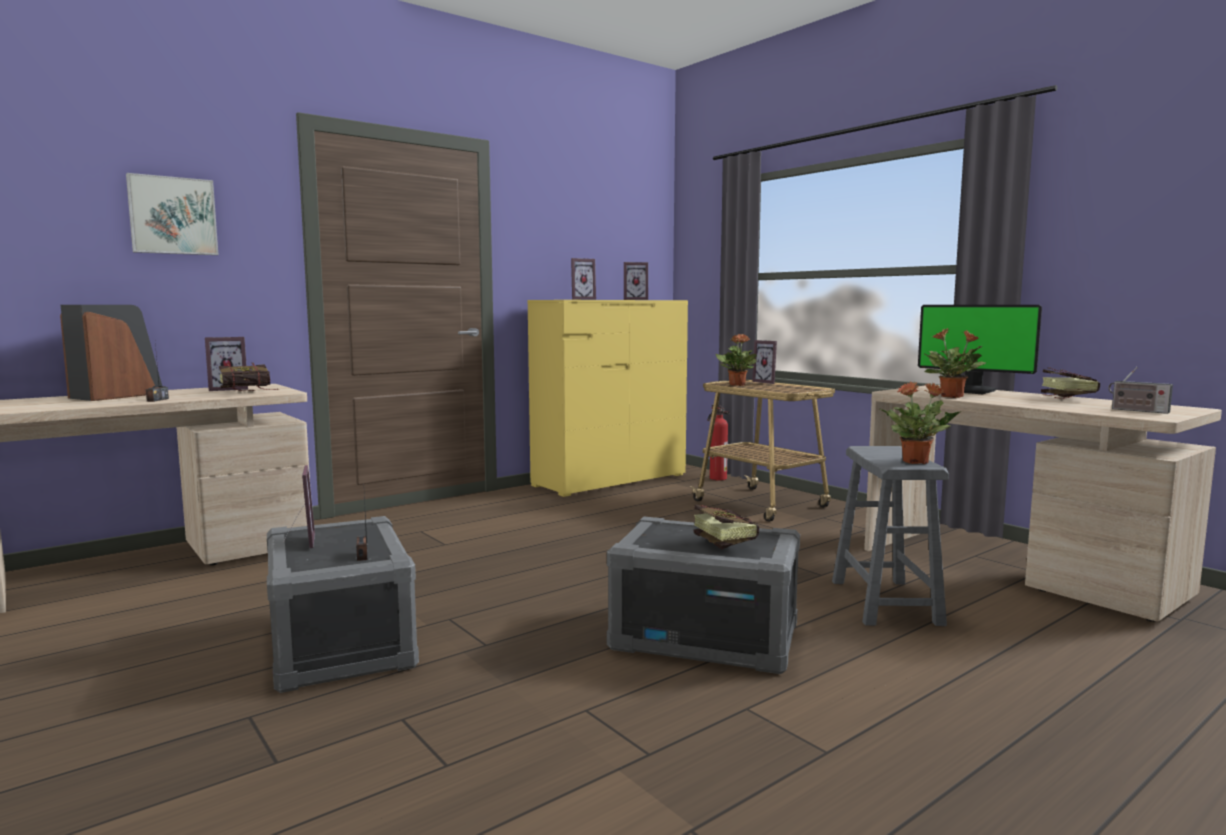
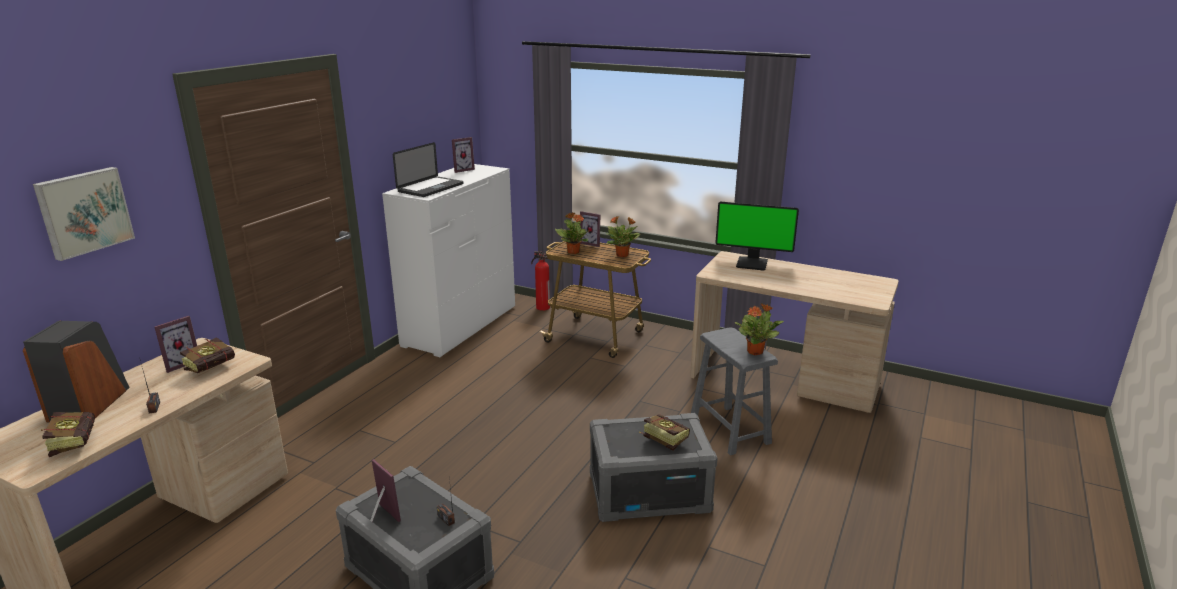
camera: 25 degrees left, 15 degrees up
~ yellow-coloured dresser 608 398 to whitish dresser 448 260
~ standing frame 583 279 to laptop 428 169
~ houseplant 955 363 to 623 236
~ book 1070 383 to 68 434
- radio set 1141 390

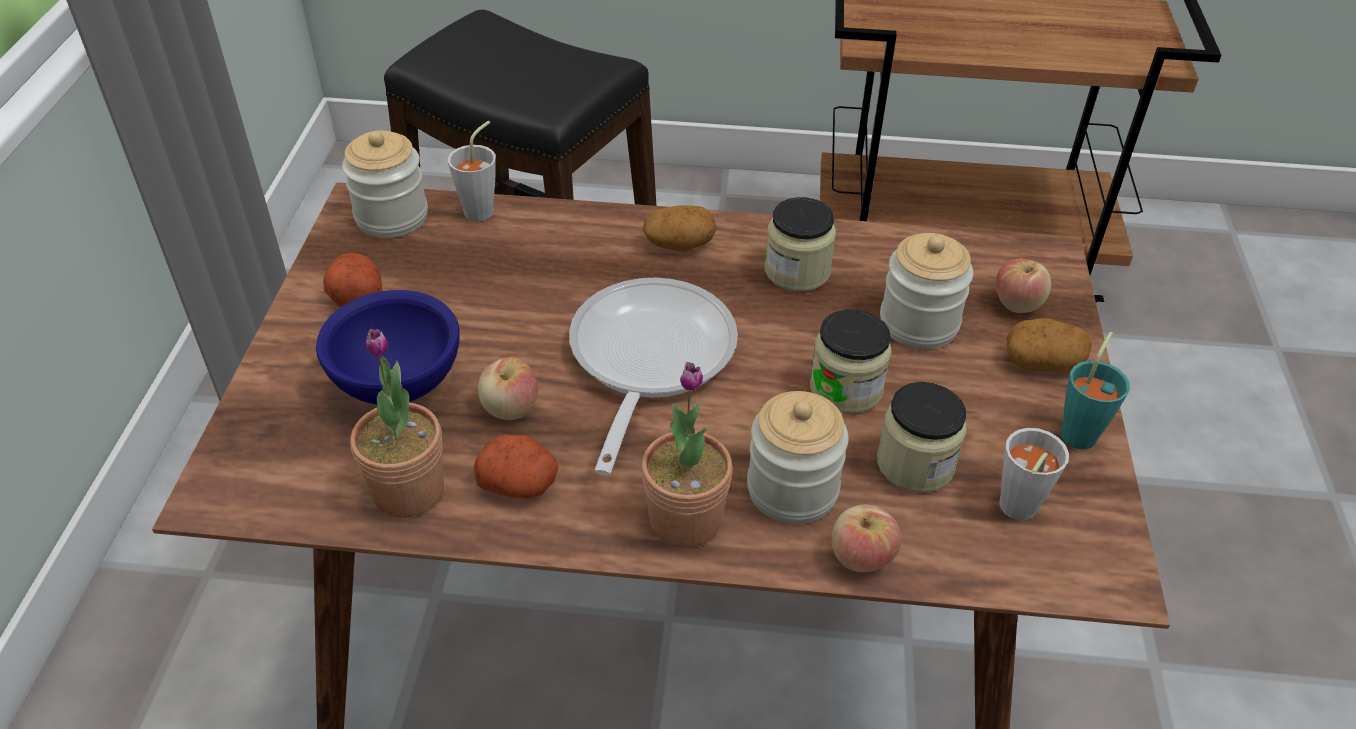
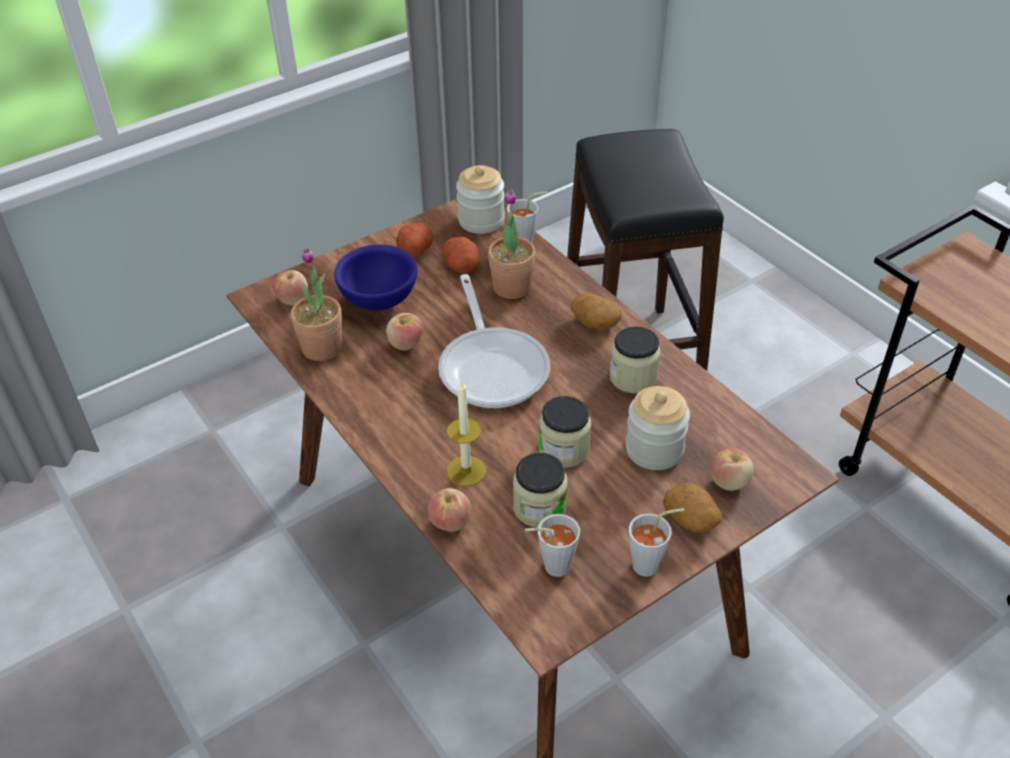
camera: 50 degrees right, 0 degrees up
~ whole potato 516 466 to 461 255
~ skillet 653 376 = 494 341 105 degrees clockwise
~ houseplant 687 455 to 512 244
~ jar 798 457 to wax light 466 433
~ turquoise-coloured small cup 1095 390 to grey small cup 656 542
+ apple 290 287

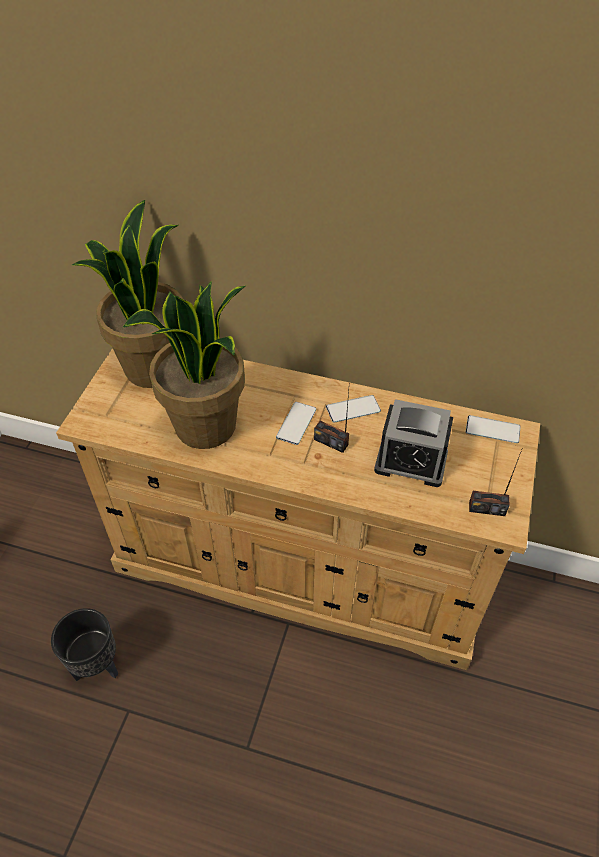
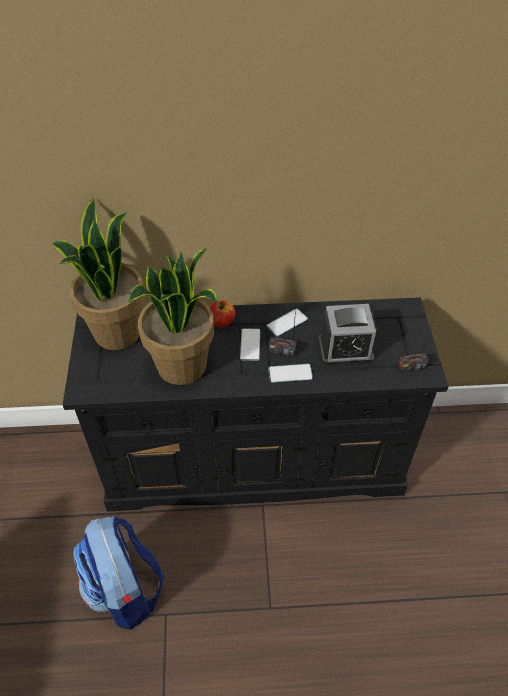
camera: 20 degrees left, 0 degrees up
~ black flower pot 84 644 to rucksack 119 573
~ sand-coloured dresser 298 509 to black dresser 256 404
~ handset 493 429 to 290 373
+ apple 222 314

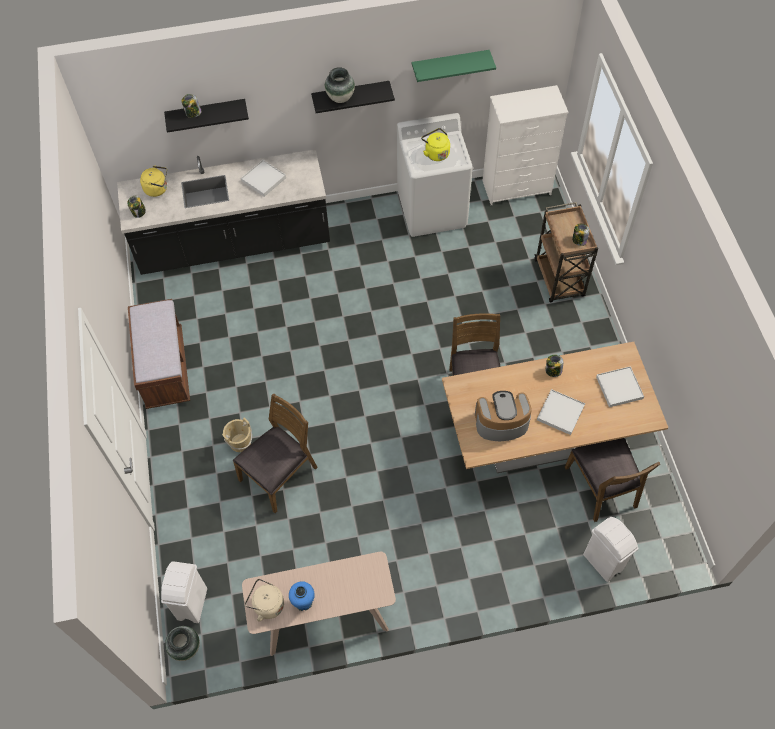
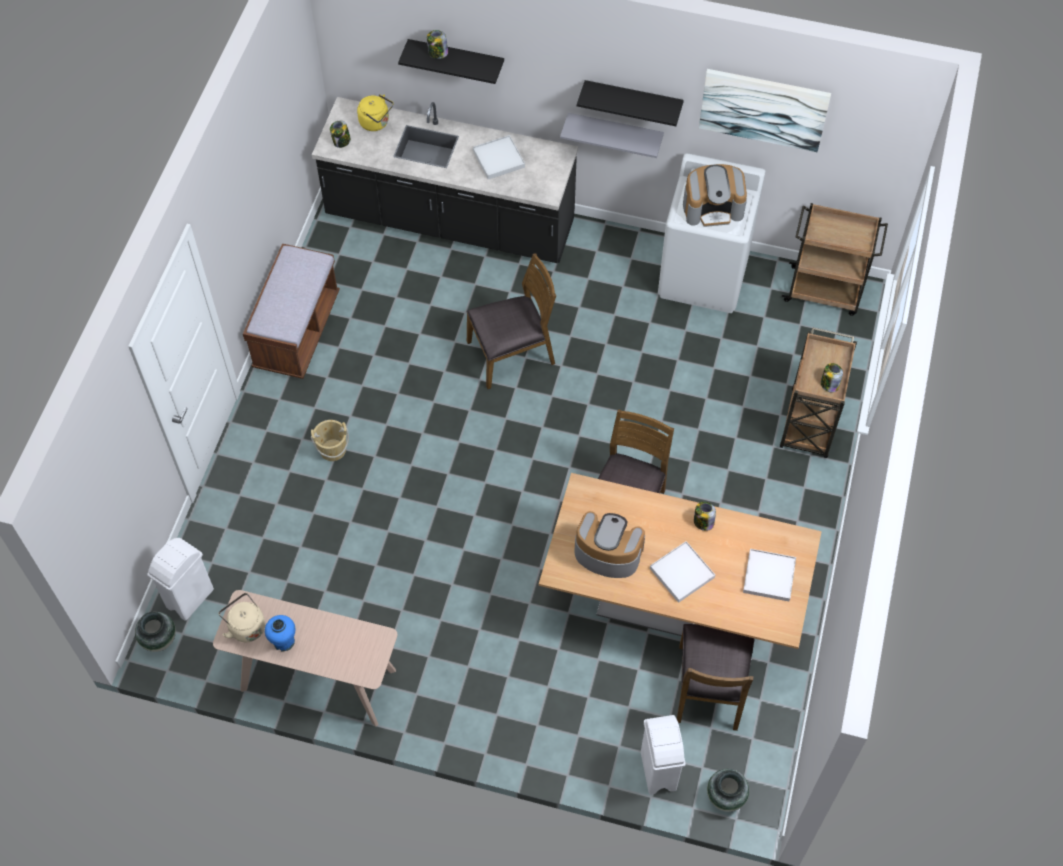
camera: 25 degrees right, 0 degrees up
~ brownish chair 275 453 to 511 321
~ vase 340 85 to 728 790
~ greenish wall shelf 454 66 to wall art 765 110
~ yellow-coloured kettle 435 144 to coffee maker 715 195
~ whitish dresser 525 145 to brownish wheeled cart 835 259
+ grey wall shelf 612 135

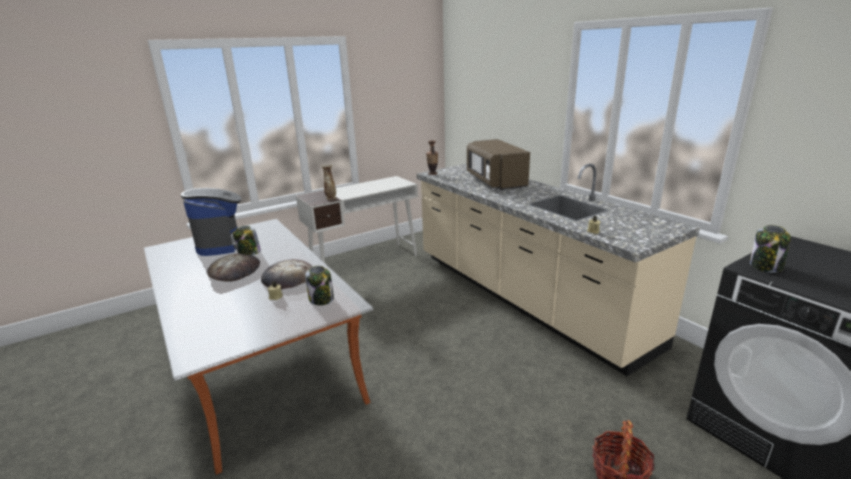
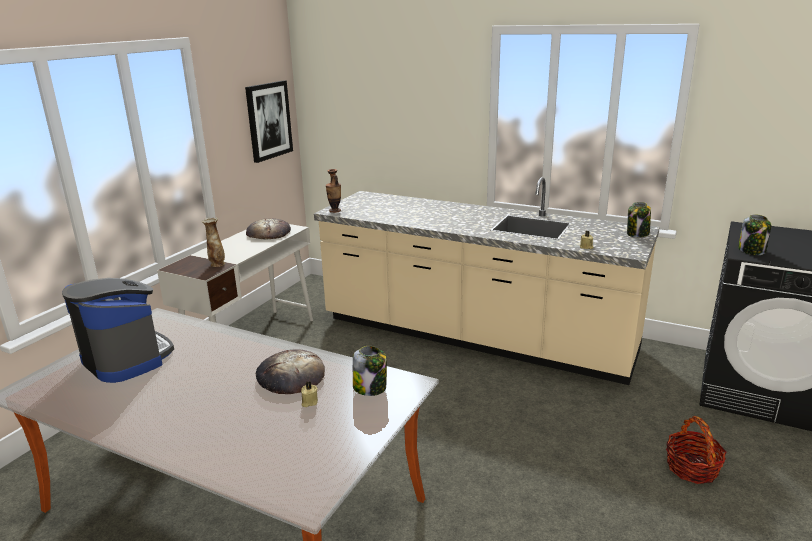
camera: 30 degrees left, 0 degrees up
~ baked bread 233 267 to 268 229
~ jar 247 241 to 639 220
- brownish kitchen microwave 498 164
+ wall art 269 122

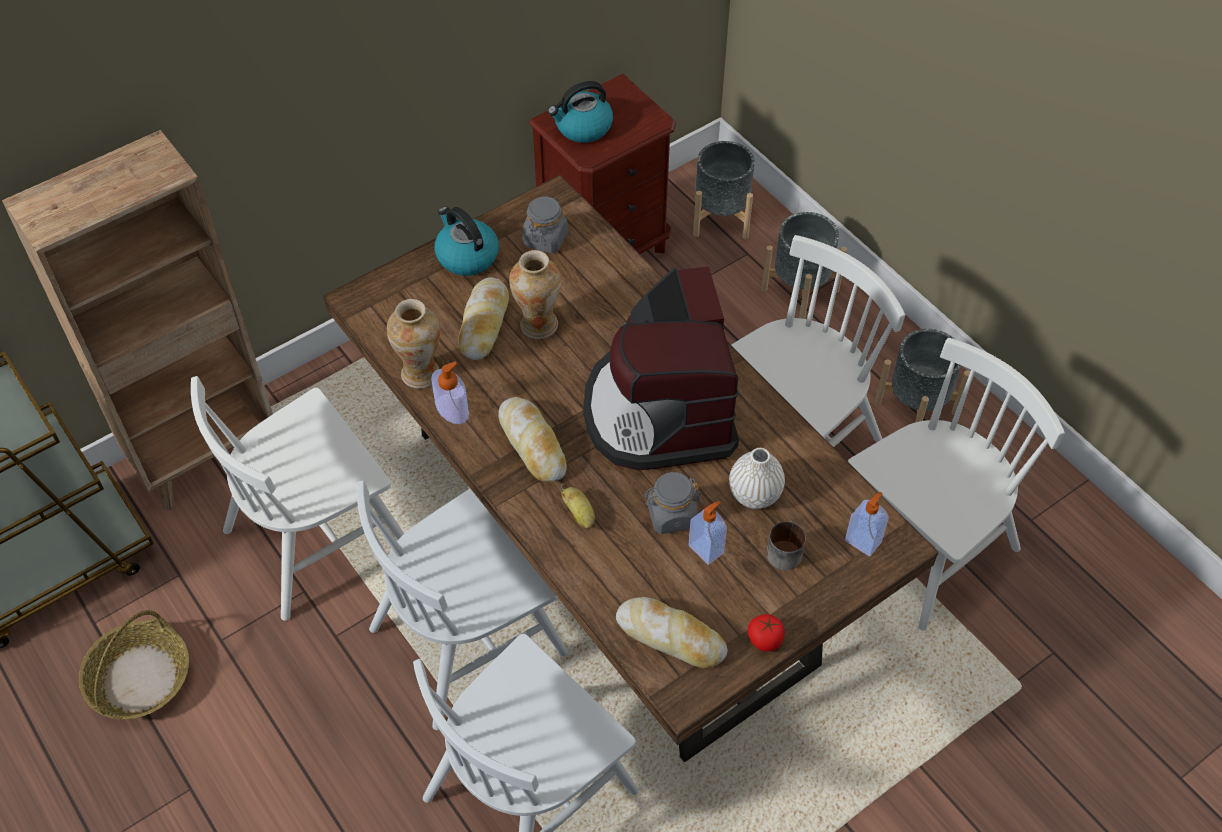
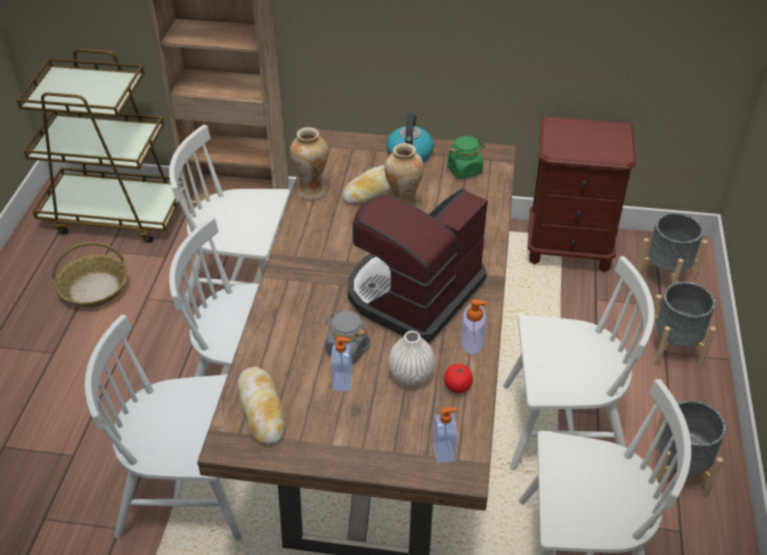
camera: 45 degrees right, 10 degrees down
~ soap bottle 450 392 to 473 327
- baked bread 532 439
~ grey jar 545 224 to greenish jar 466 157
- kettle 580 112
- whole banana 577 506
~ tomato 766 633 to 458 378
- mug 786 544

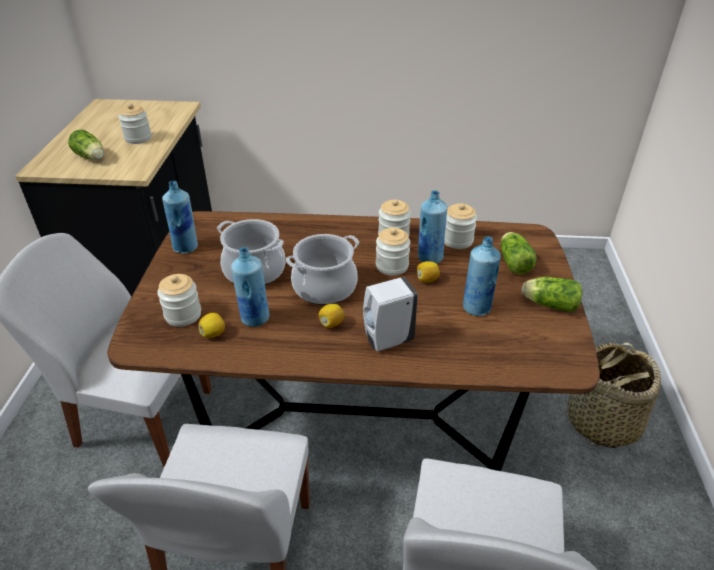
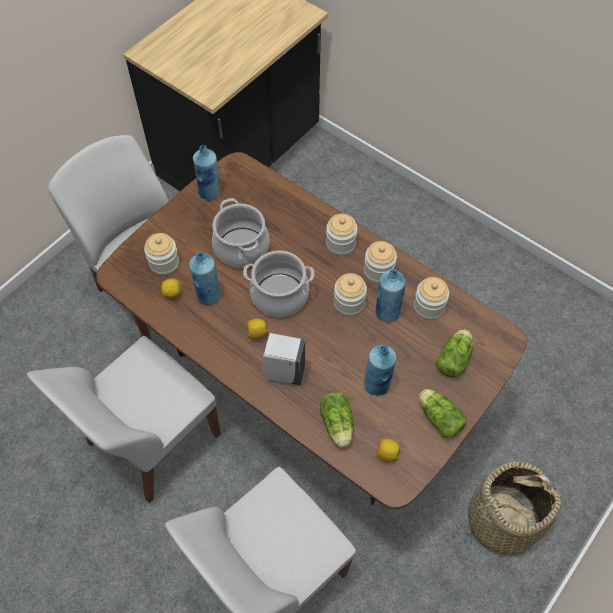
camera: 35 degrees right, 20 degrees up
~ head of lettuce 86 144 to 337 420
~ jar 135 123 to 341 235
~ lemon 428 272 to 388 450

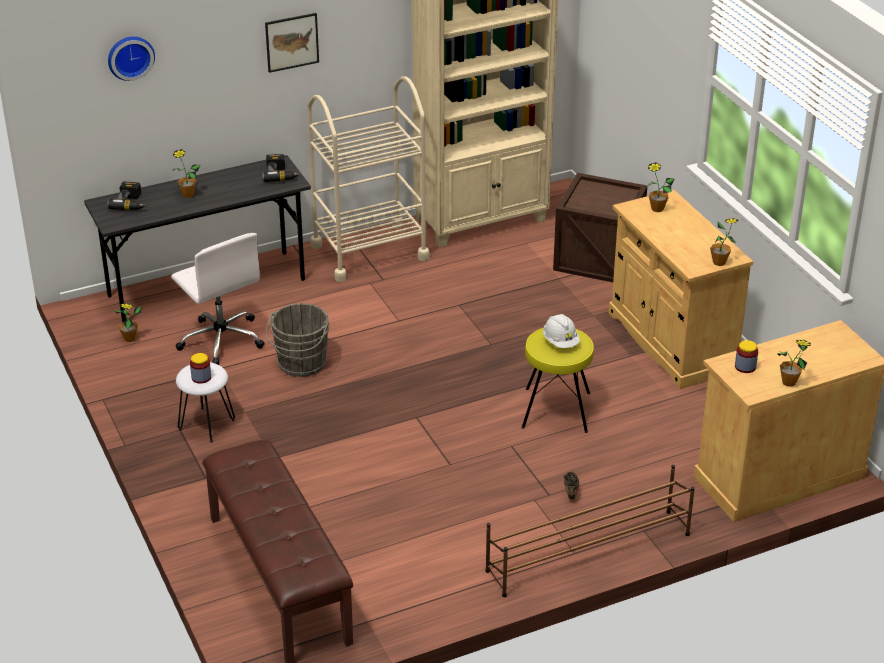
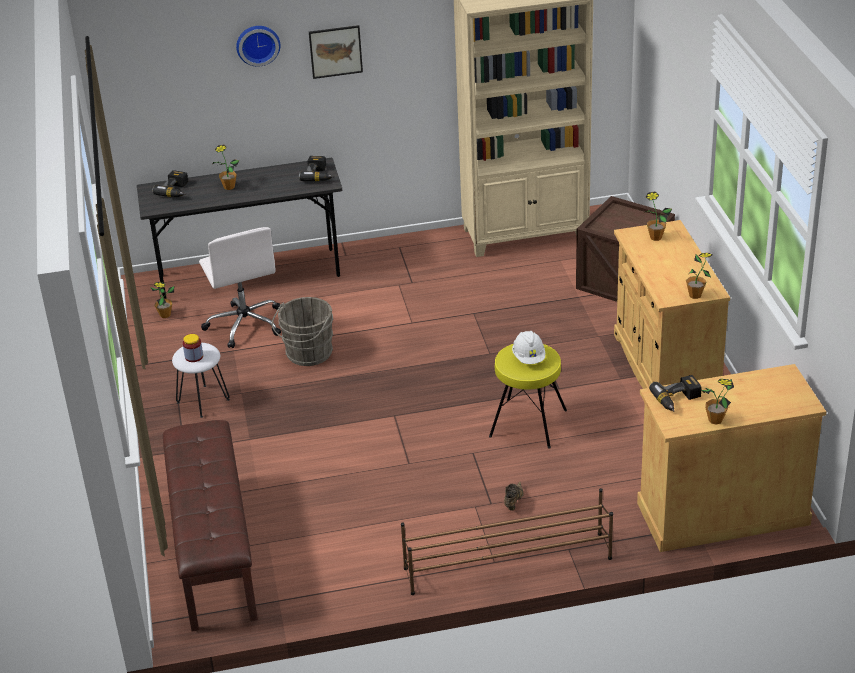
camera: 15 degrees right, 0 degrees up
~ wall clock 131 58 to 258 46
- sand-coloured wheeled cart 368 179
~ jar 746 356 to electric drill 675 393

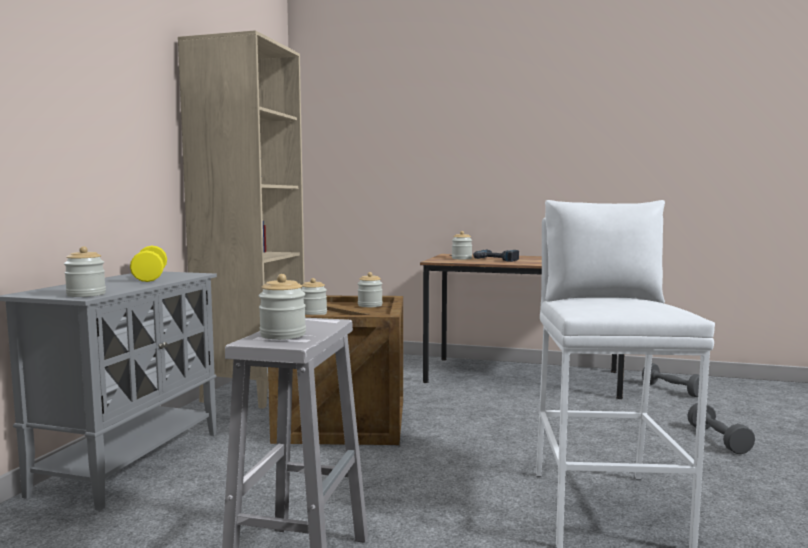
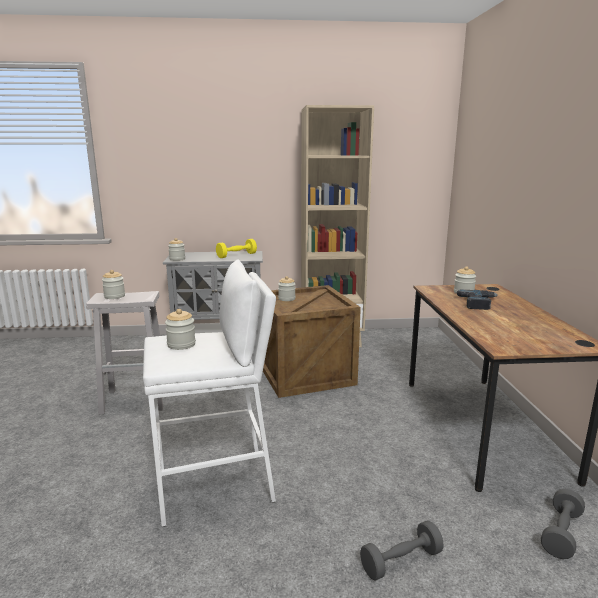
camera: 70 degrees right, 10 degrees up
~ jar 370 289 to 180 329

